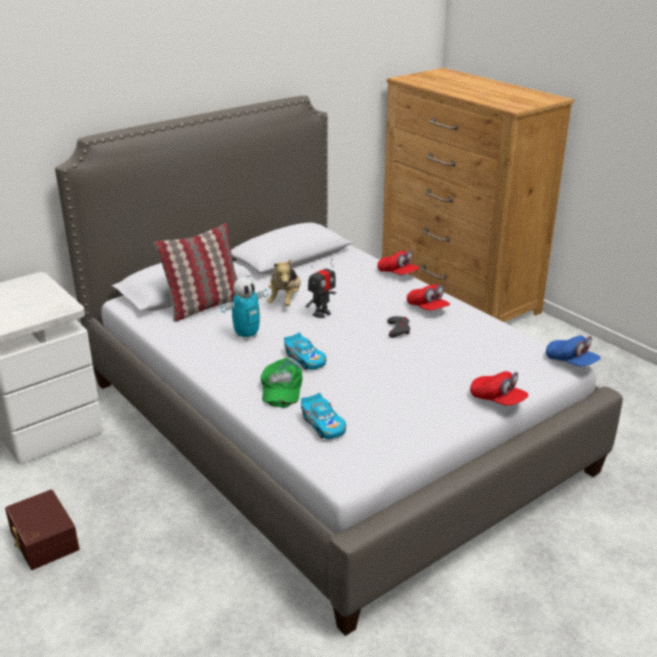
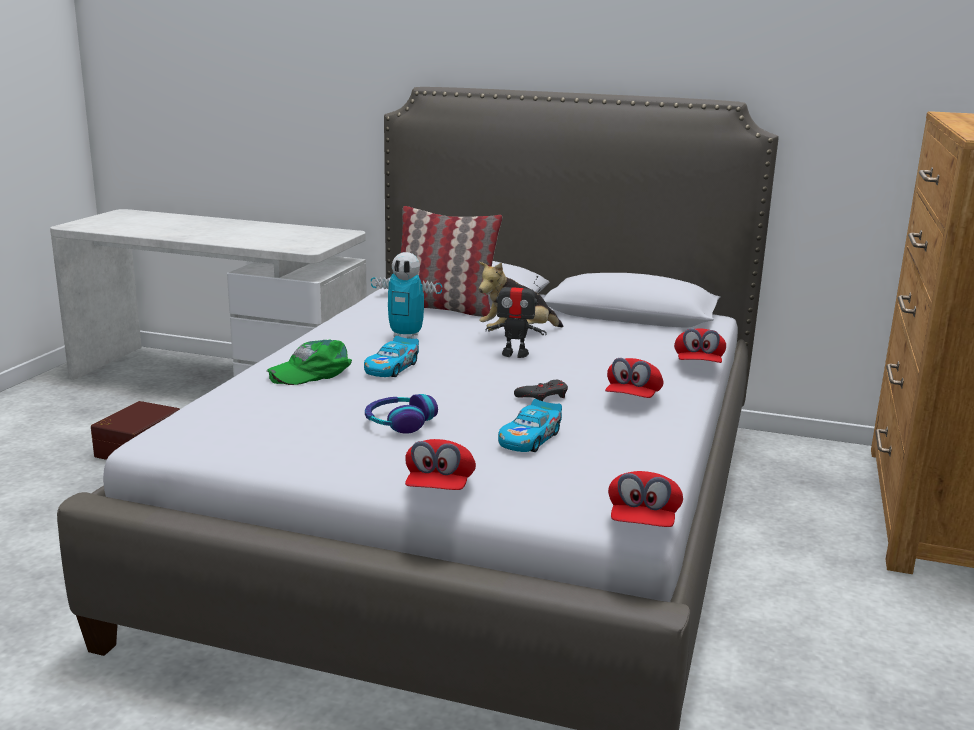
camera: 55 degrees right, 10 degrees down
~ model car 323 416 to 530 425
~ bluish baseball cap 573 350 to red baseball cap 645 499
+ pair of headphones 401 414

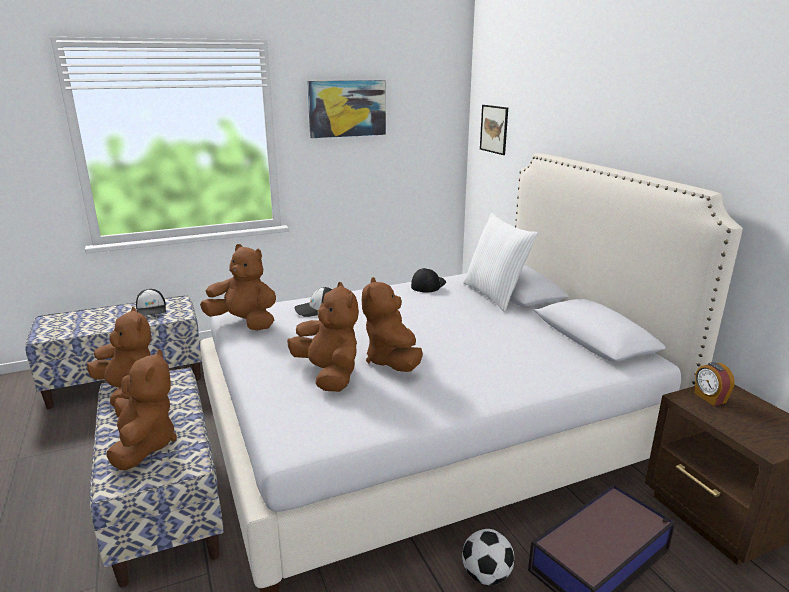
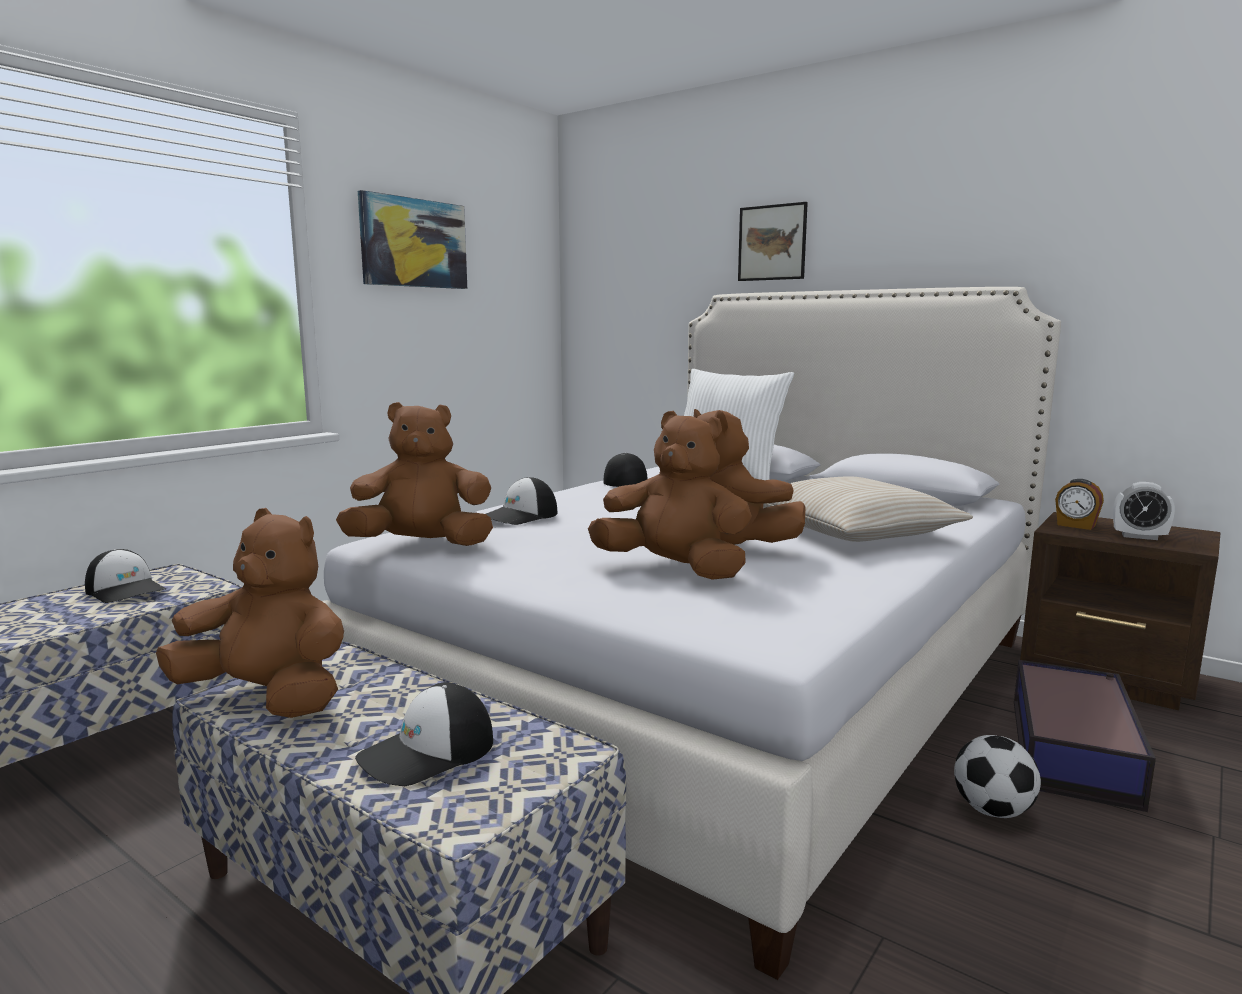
camera: 30 degrees left, 10 degrees down
~ brownish cuddly toy 141 410 to baseball cap 424 734
~ wall art 494 130 to 773 241
+ sand-coloured pillow 868 509
+ table clock 1144 511

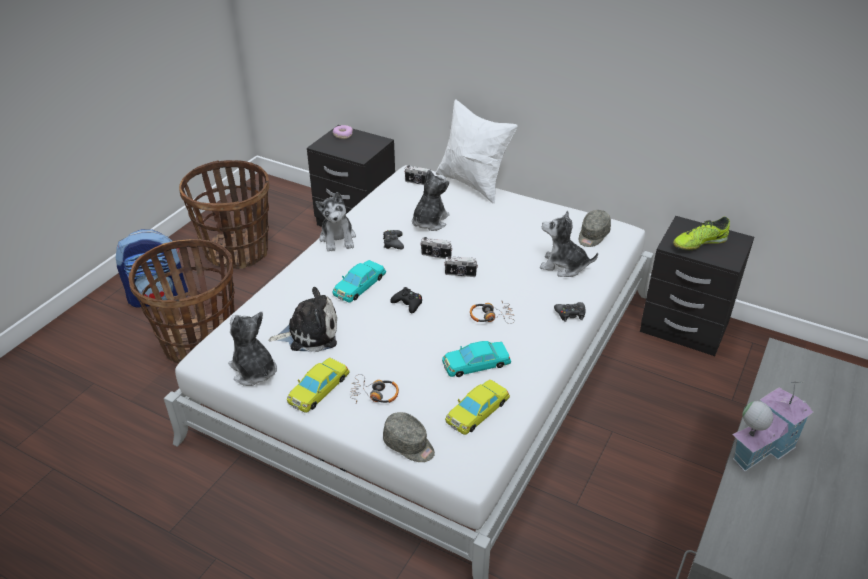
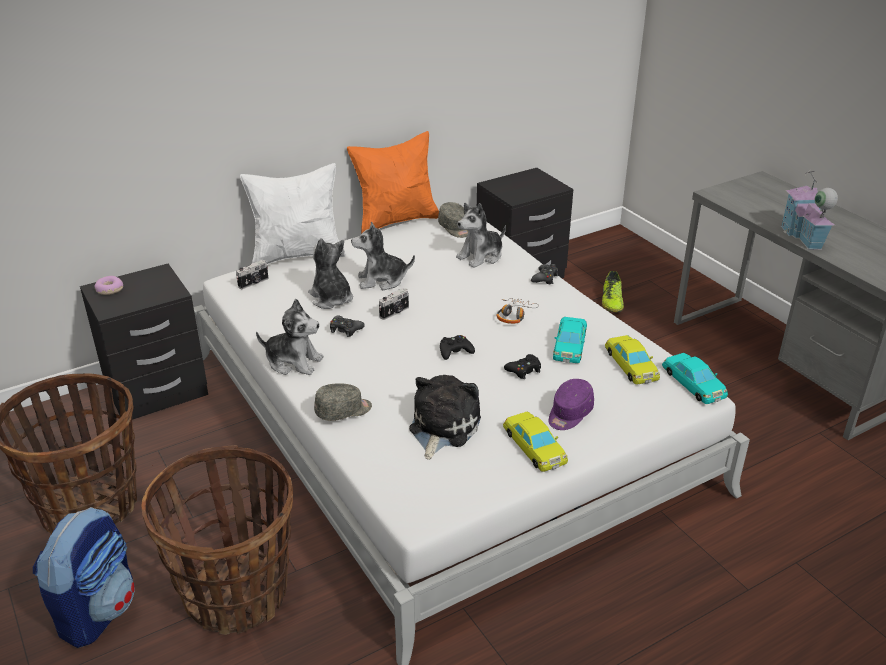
camera: 60 degrees left, 5 degrees down
~ cuddly toy 252 349 to 383 256
~ turquoise-coloured model car 359 281 to 695 378
~ pair of headphones 374 388 to purplish baseball cap 571 404
~ grey baseball cap 409 437 to 343 402
- still camera 461 266
~ item of footwear 701 233 to 613 291
+ orangey pillow 393 182
+ black game controller 522 366

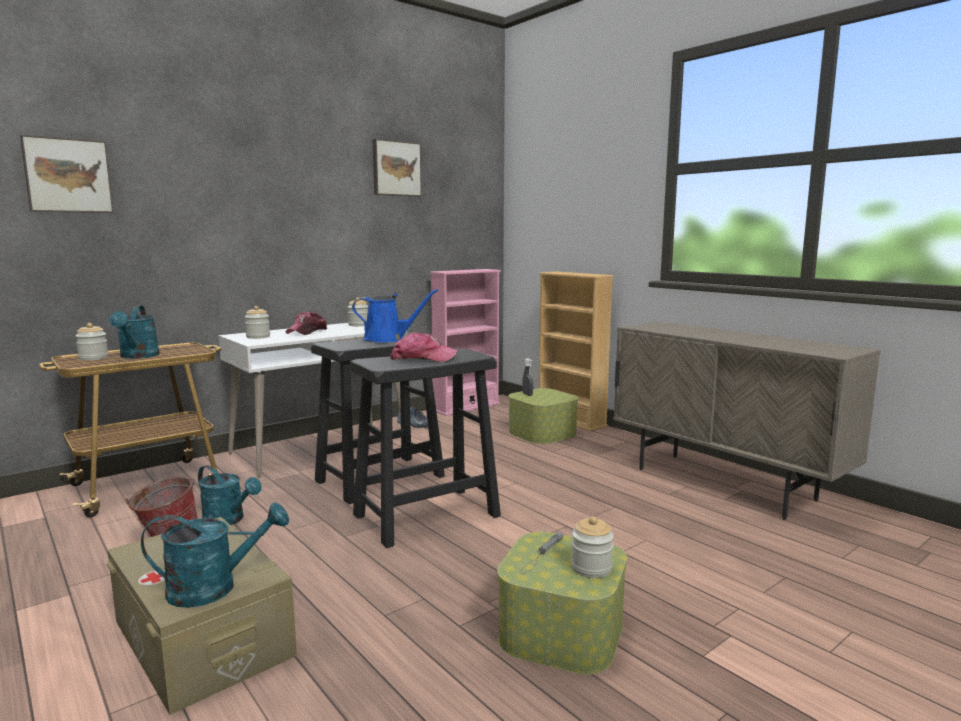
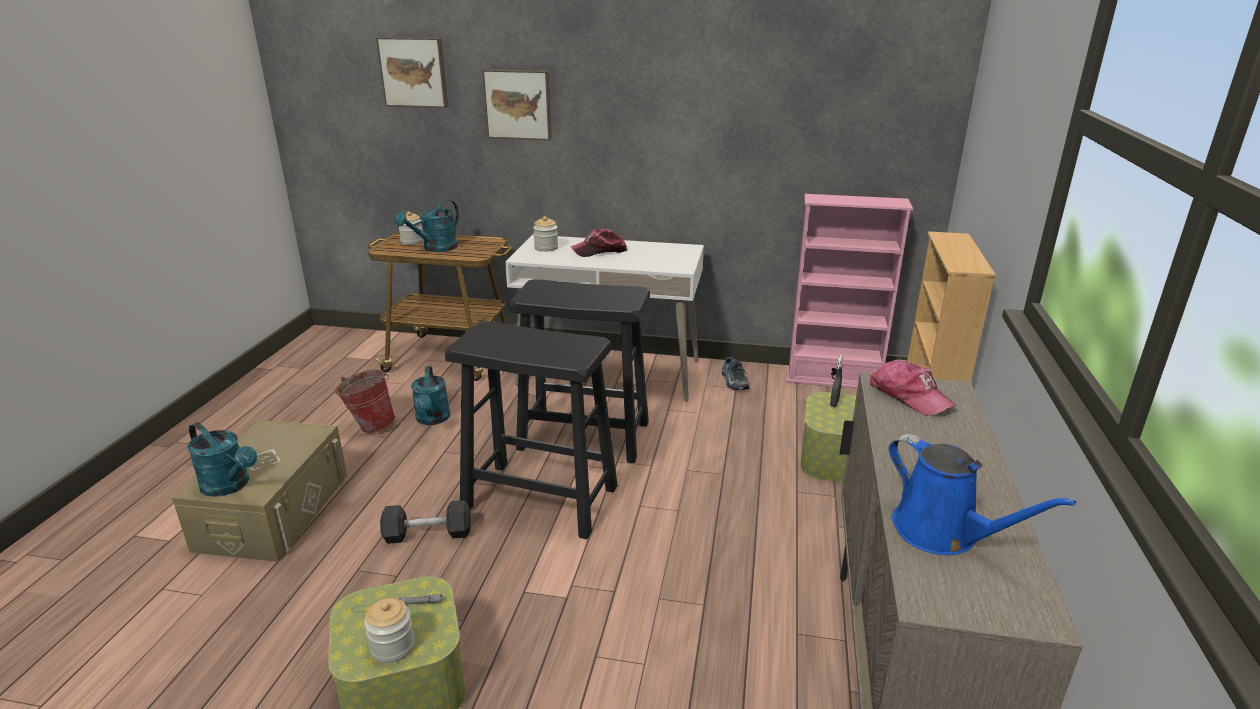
camera: 50 degrees right, 15 degrees up
- jar 358 311
~ bluish watering can 395 316 to 982 494
~ wall art 397 168 to 517 104
~ baseball cap 424 347 to 913 387
+ grey hand weight 425 522

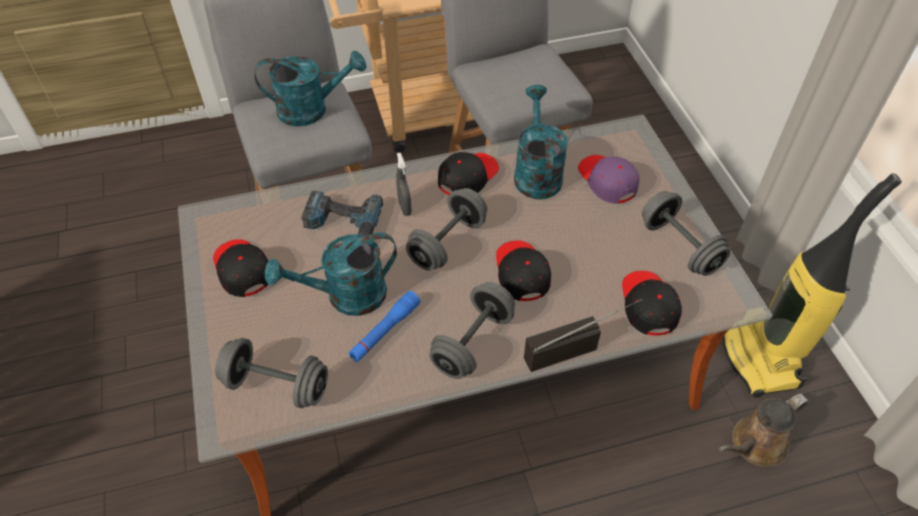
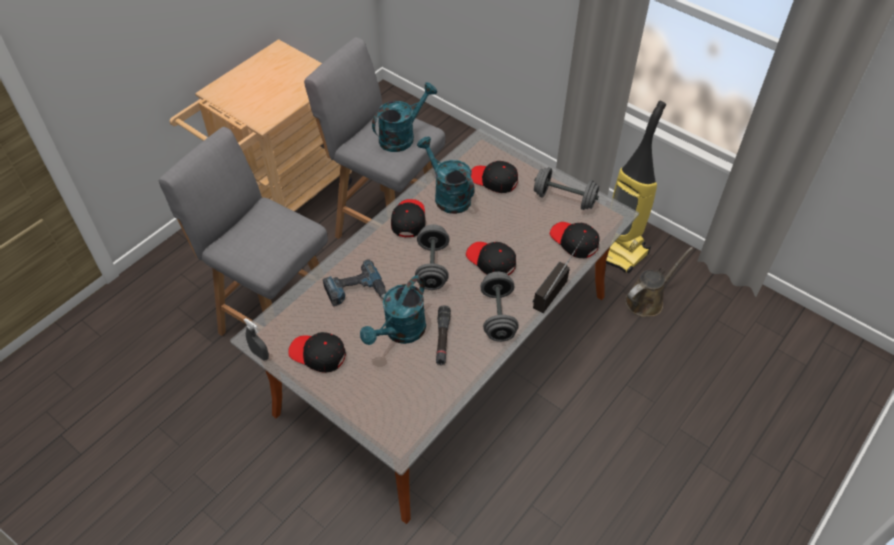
camera: 35 degrees left, 0 degrees up
- grey hand weight 271 373
~ turquoise-coloured watering can 310 88 to 404 117
~ bluish torch 384 326 to black torch 443 335
~ grey hand sprayer 404 184 to 256 339
~ purplish baseball cap 609 179 to black baseball cap 494 177
~ brownish watering can 763 430 = 659 282 150 degrees counterclockwise

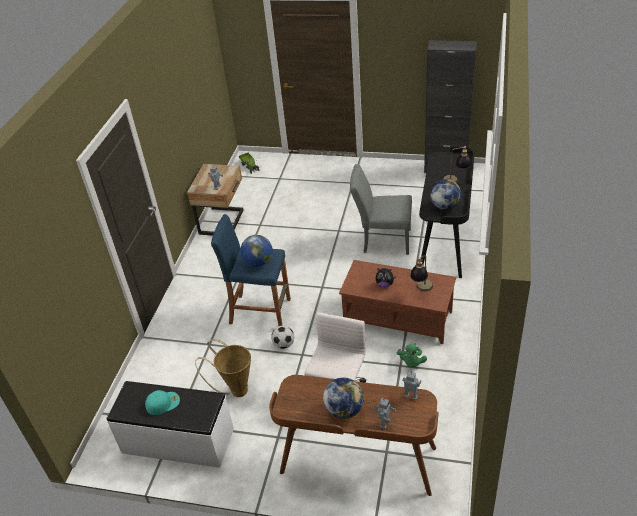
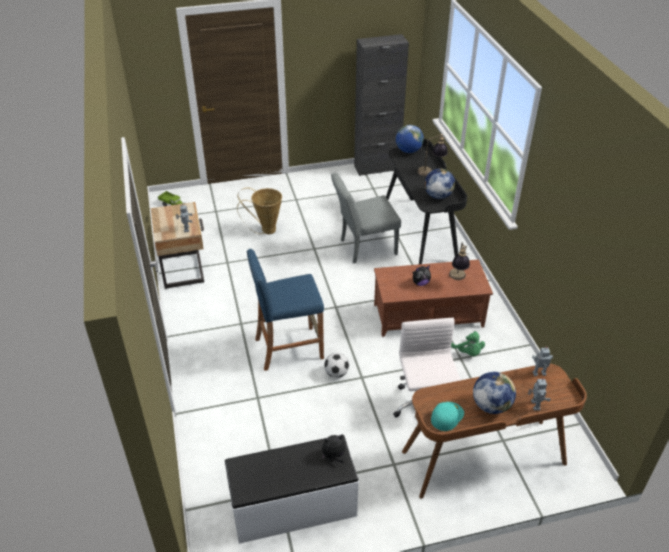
camera: 30 degrees left, 0 degrees up
~ turquoise-coloured baseball cap 162 402 to 447 416
~ household basket 223 368 to 259 210
~ world globe 256 251 to 410 139
+ cuddly toy 333 449

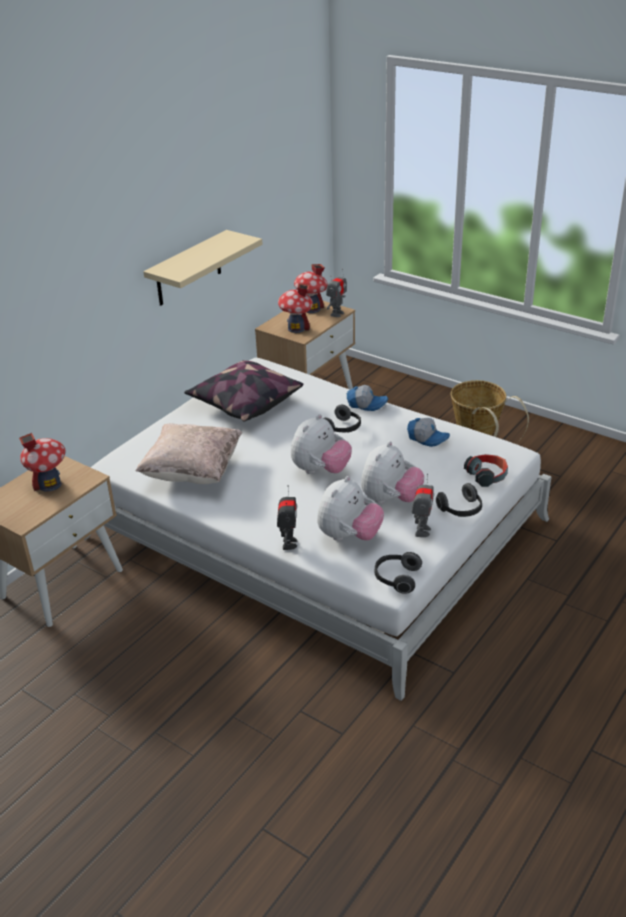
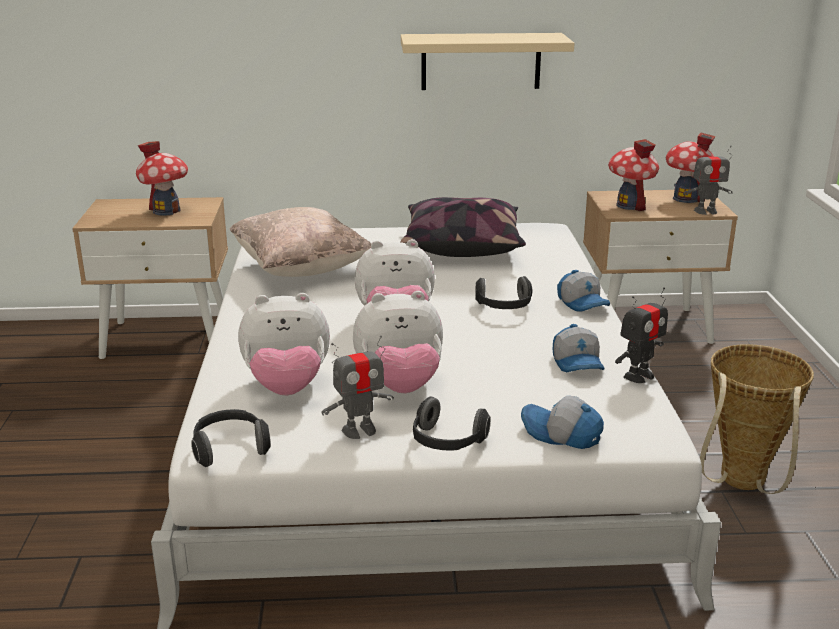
camera: 50 degrees right, 10 degrees down
~ toy robot 287 517 to 641 335
~ pair of headphones 486 470 to baseball cap 562 422

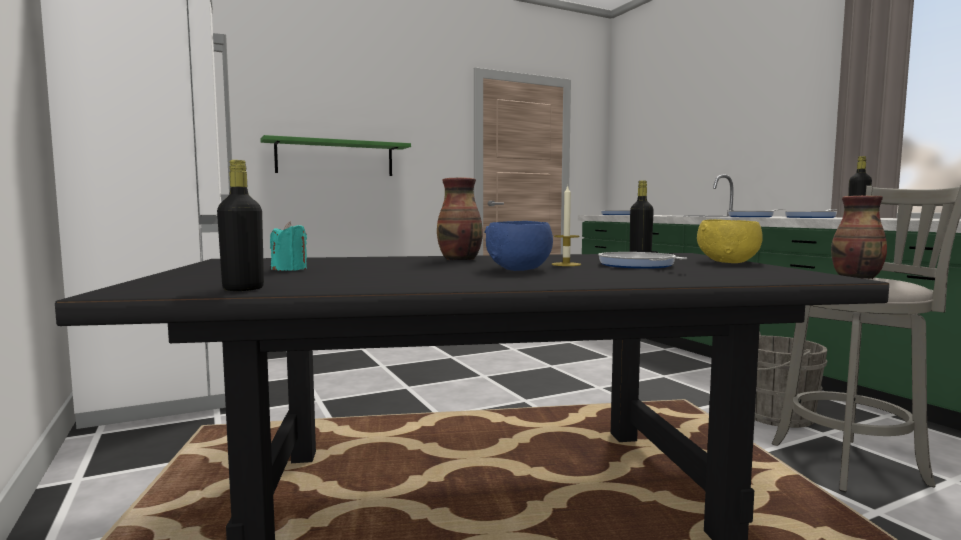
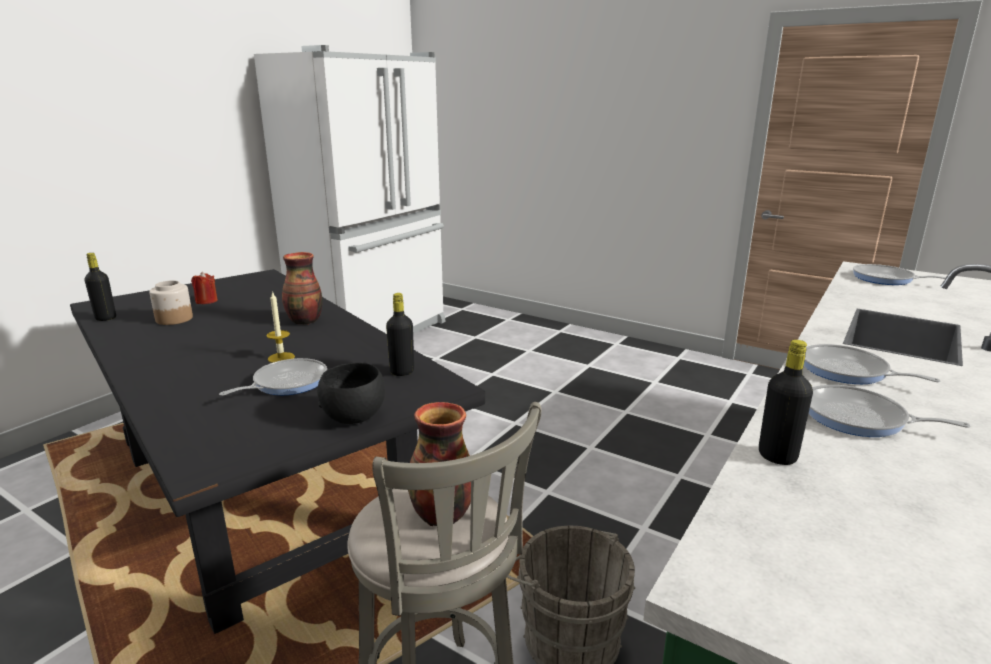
camera: 60 degrees right, 15 degrees up
- greenish wall shelf 335 155
~ turquoise-coloured wax light 288 246 to red wax light 204 288
- bluish deep dish 518 246
~ yellow-coloured deep dish 730 241 to black deep dish 351 393
+ jar 171 302

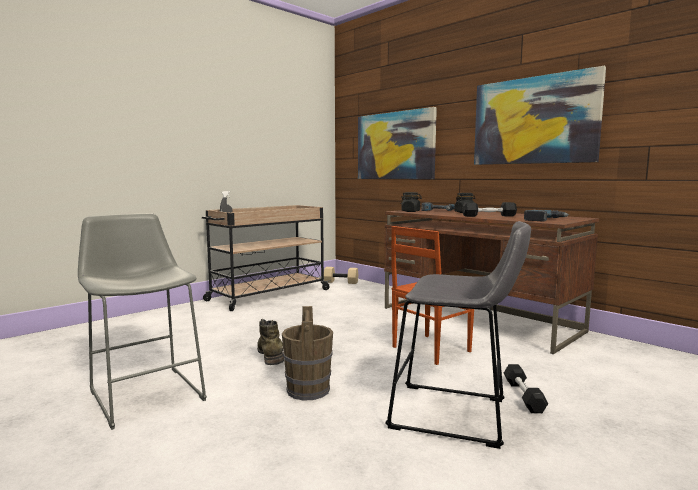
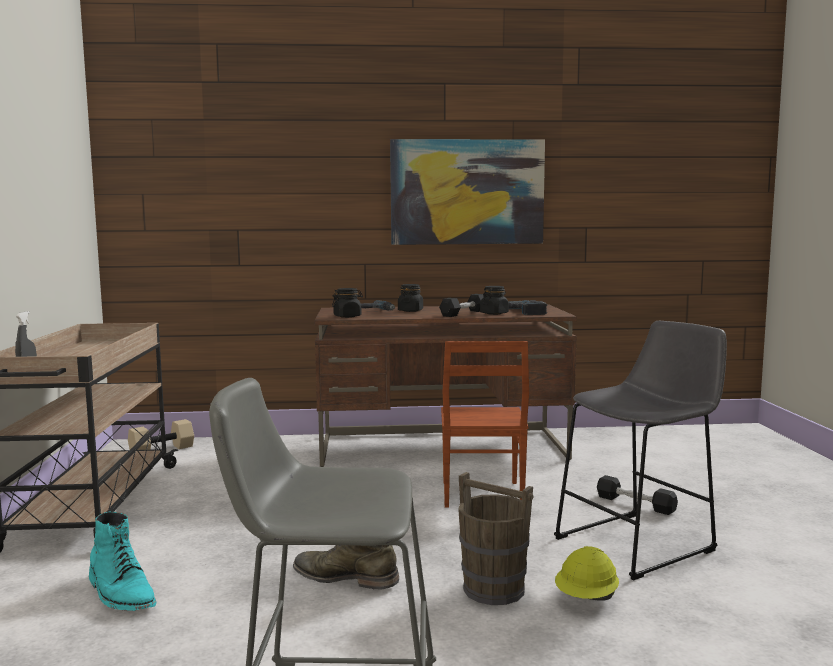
camera: 50 degrees left, 0 degrees up
- wall art 397 143
+ turquoise-coloured high-top boot 123 561
+ black jar 494 300
+ yellow-coloured hard hat 587 573

